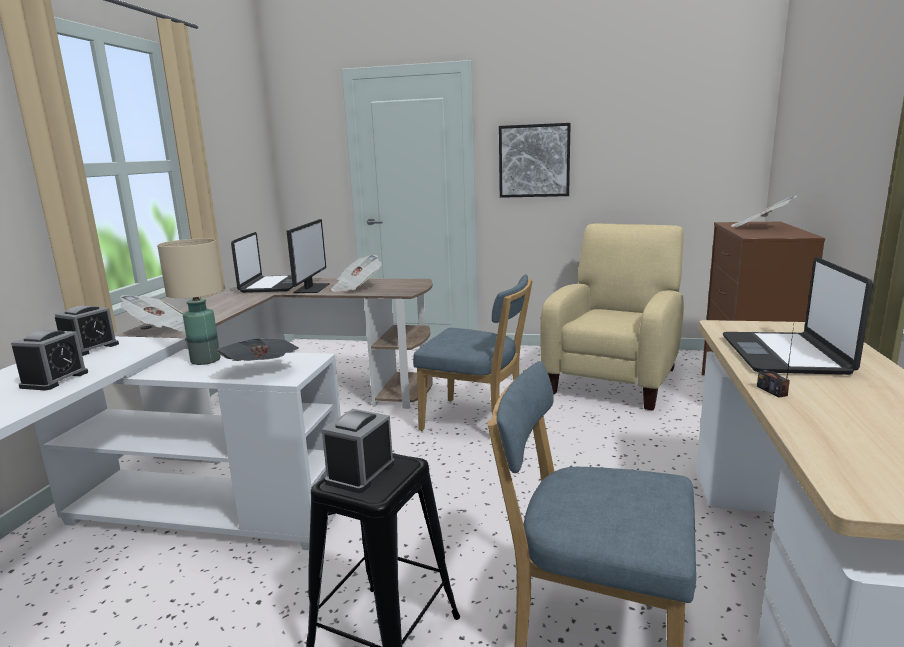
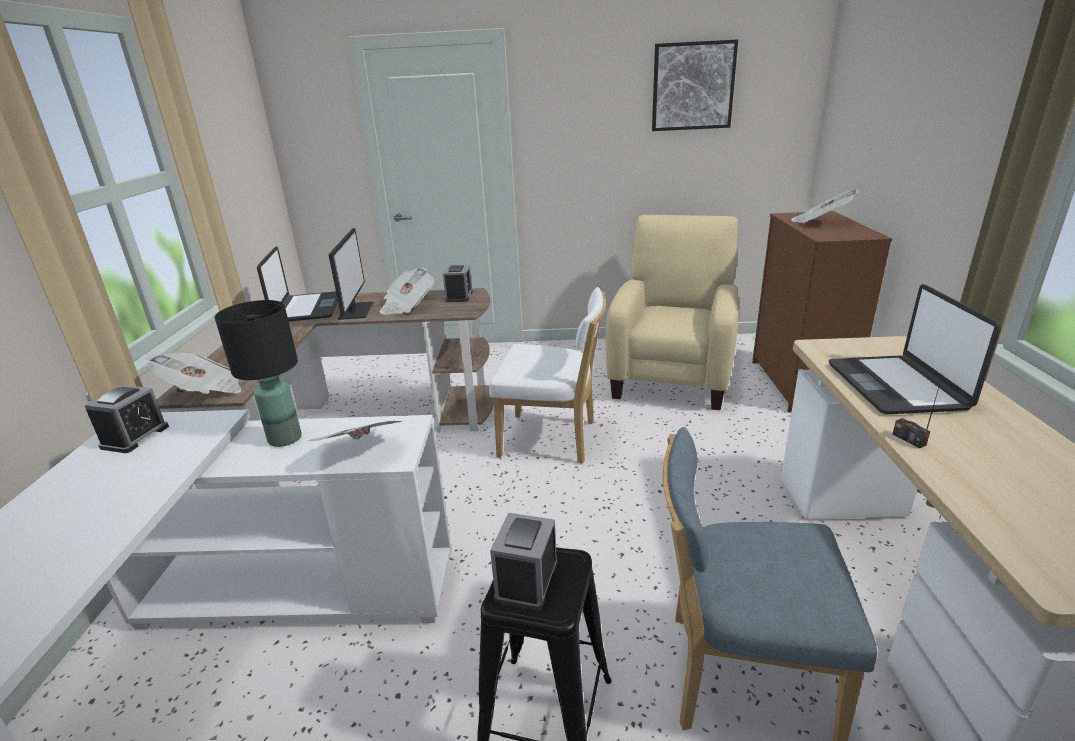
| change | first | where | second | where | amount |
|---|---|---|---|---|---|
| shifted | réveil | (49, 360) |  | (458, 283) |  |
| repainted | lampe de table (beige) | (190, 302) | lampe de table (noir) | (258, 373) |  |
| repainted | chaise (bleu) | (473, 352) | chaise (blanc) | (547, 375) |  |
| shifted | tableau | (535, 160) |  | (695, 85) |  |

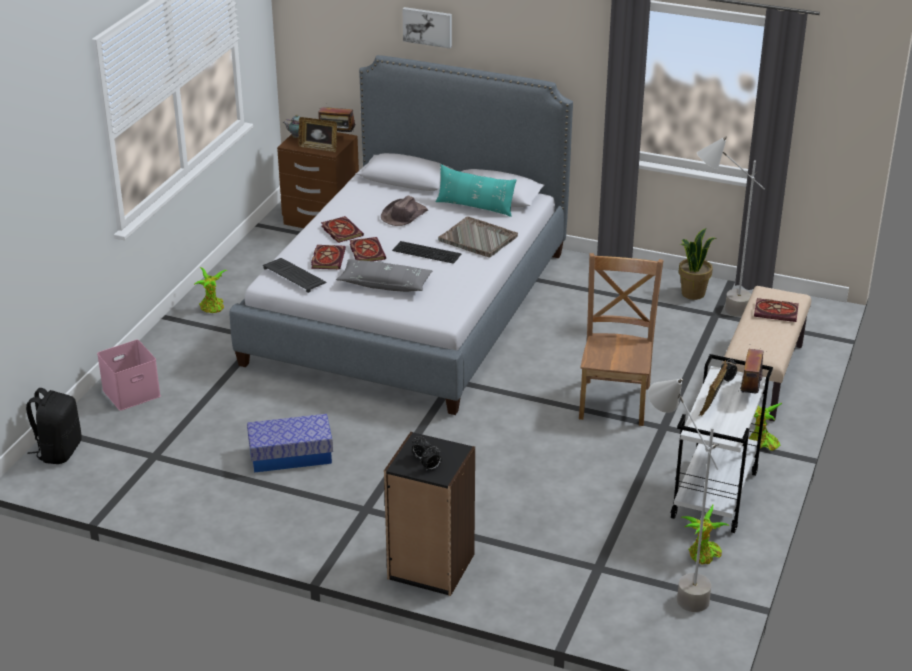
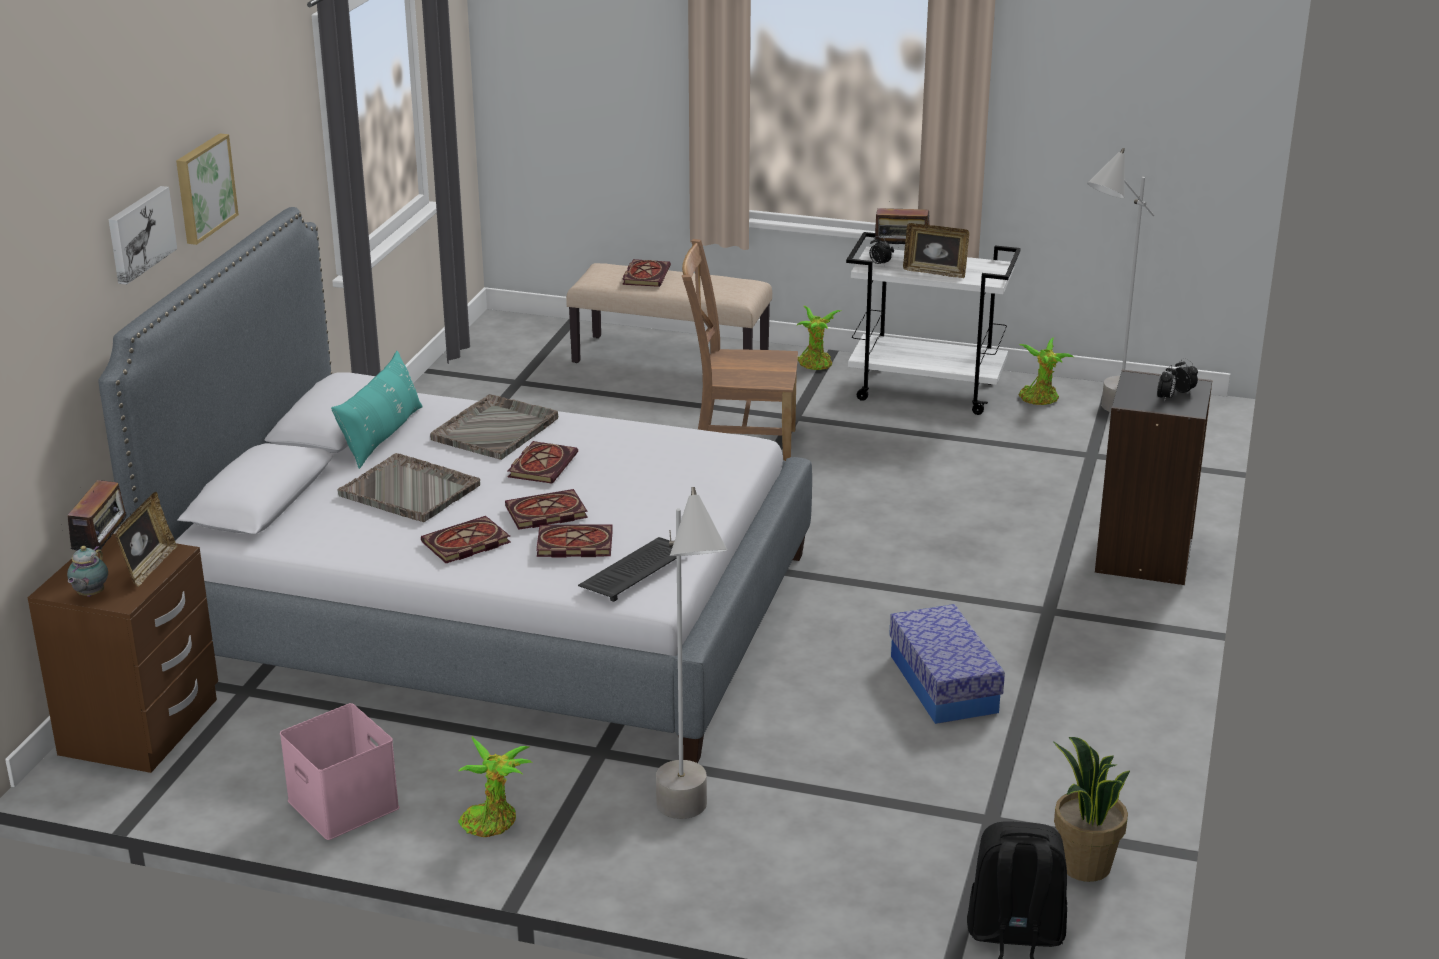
| change | first | where | second | where | amount |
|---|---|---|---|---|---|
| shifted | boîte de rangement (rose) | (129, 375) |  | (339, 771) |  |
| gone | coussin (gris) | (384, 275) |  |  |  |
| swapped | chapeau (marron) | (404, 211) | plateau (gris) | (409, 487) |  |
| swapped | clavier | (426, 252) | livre | (543, 462) |  |
| shifted | plante en pot | (697, 264) |  | (1091, 809) |  |
| shifted | lampadaire (gris) | (731, 226) |  | (691, 653) |  |
| new |  |  | tableau | (207, 189) |  |

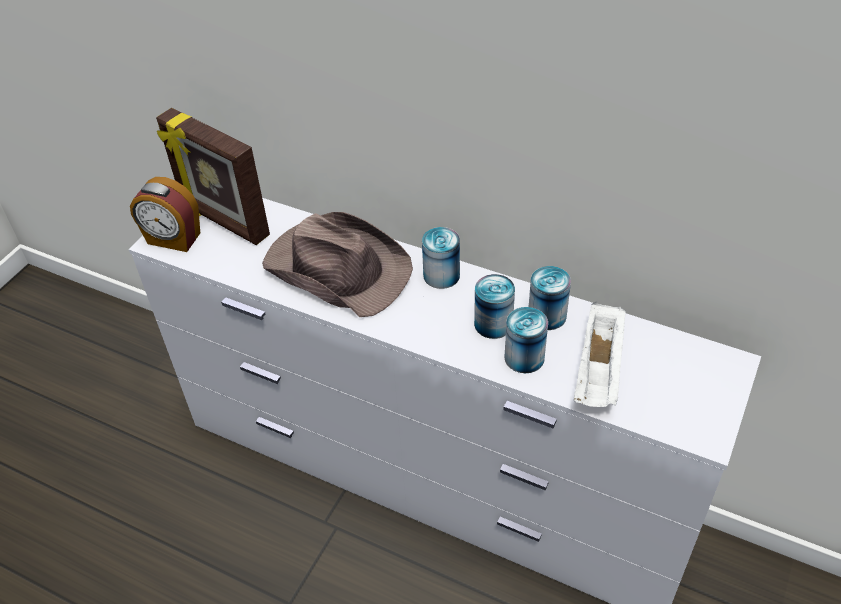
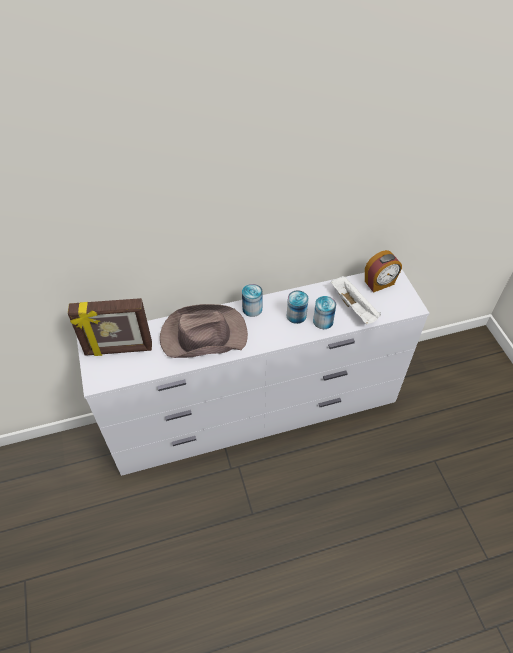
| change | first | where | second | where | amount |
|---|---|---|---|---|---|
| shifted | réveil | (165, 214) |  | (383, 271) |  |
| gone | boîte métallique | (550, 298) |  |  |  |

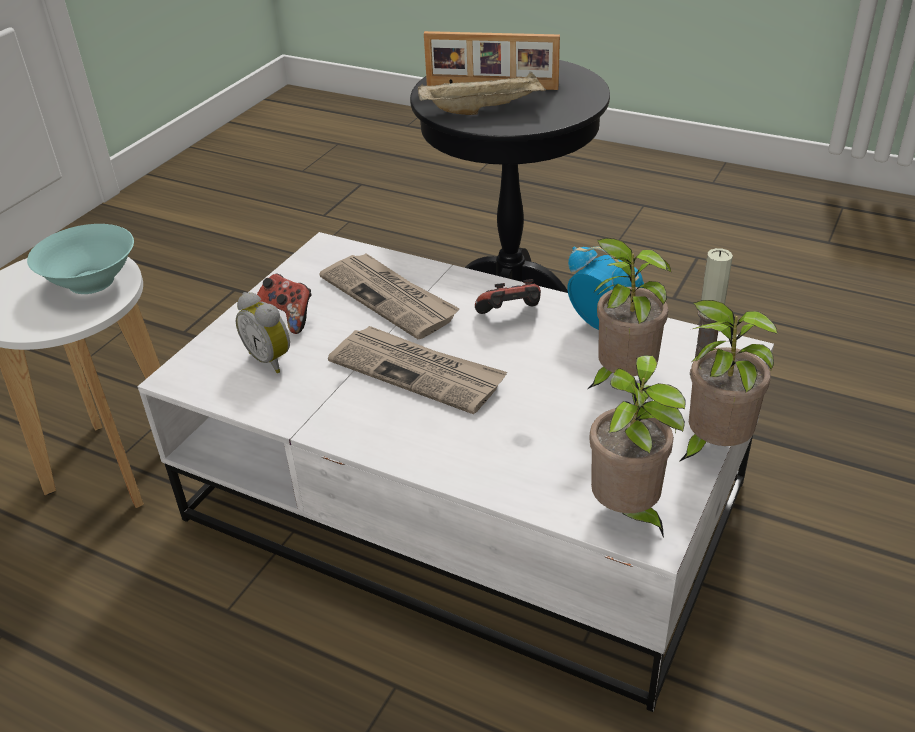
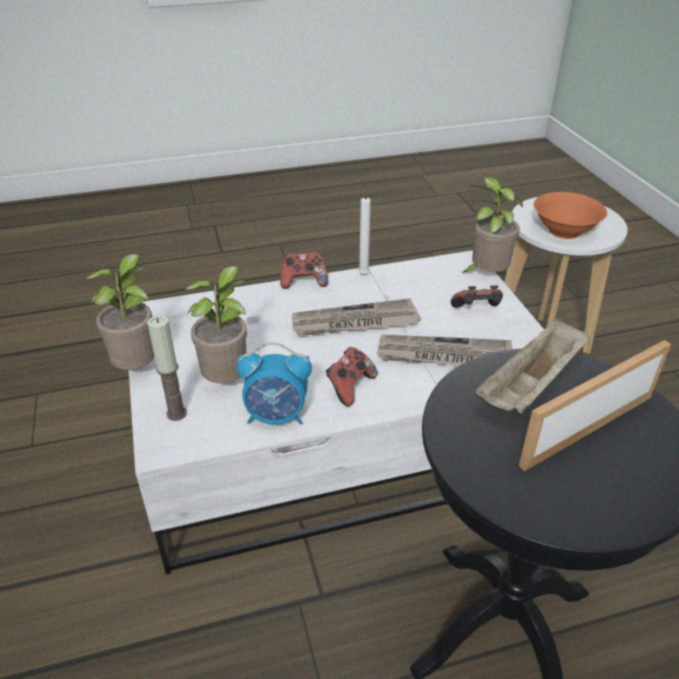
| change | first | where | second | where | amount |
|---|---|---|---|---|---|
| repainted | bol (turquoise) | (80, 259) | bol (orange) | (570, 215) |  |
| gone | réveil | (263, 332) |  |  |  |
| shifted | plante en pot | (637, 446) |  | (492, 224) |  |
| new |  |  | manette | (304, 270) |  |
| new |  |  | bougie (blanc) | (364, 234) |  |

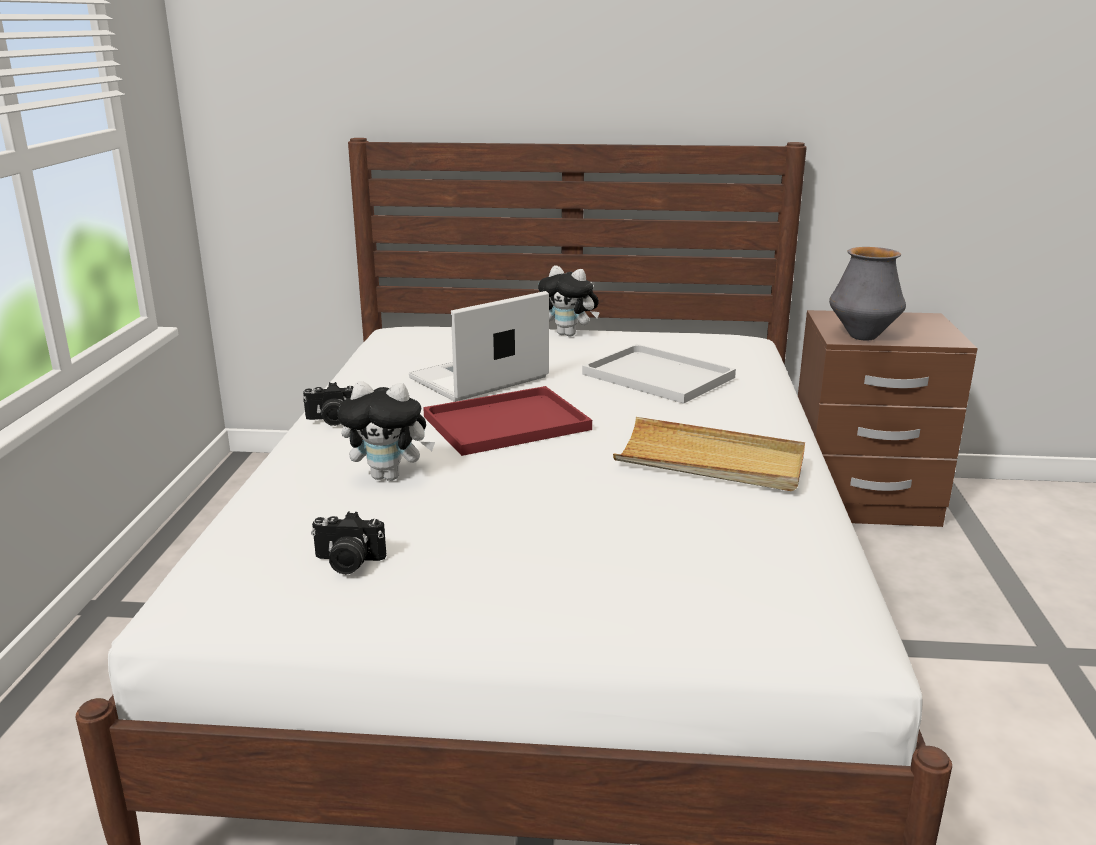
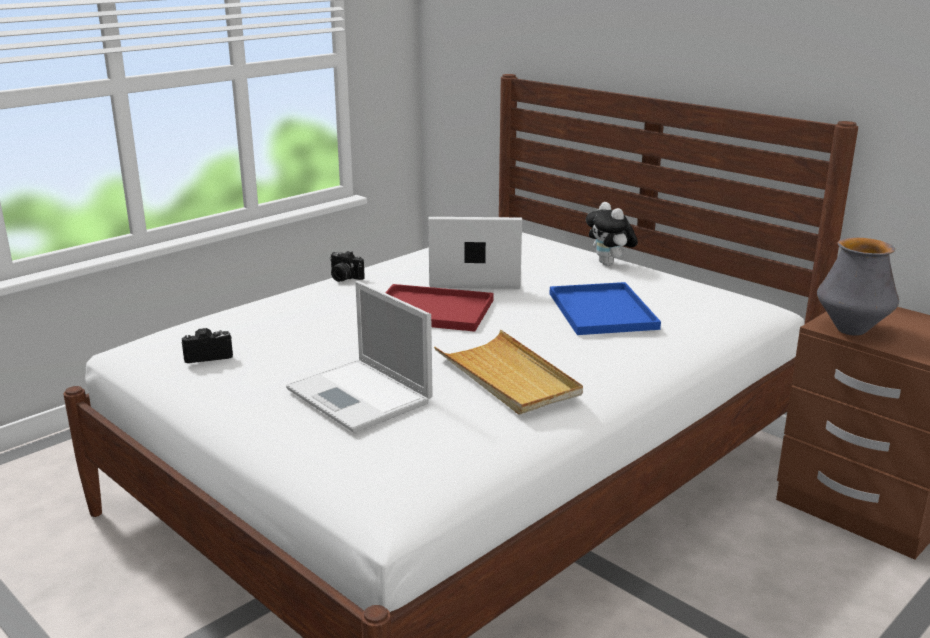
| change | first | where | second | where | amount |
|---|---|---|---|---|---|
| rotated | appareil photo | (348, 543) |  | (207, 345) | 120 degrees clockwise |
| gone | peluche | (386, 431) |  |  |  |
| repainted | plateau (blanc) | (659, 374) | plateau (bleu) | (605, 308) |  |
| new |  |  | ordinateur portable | (359, 357) |  |

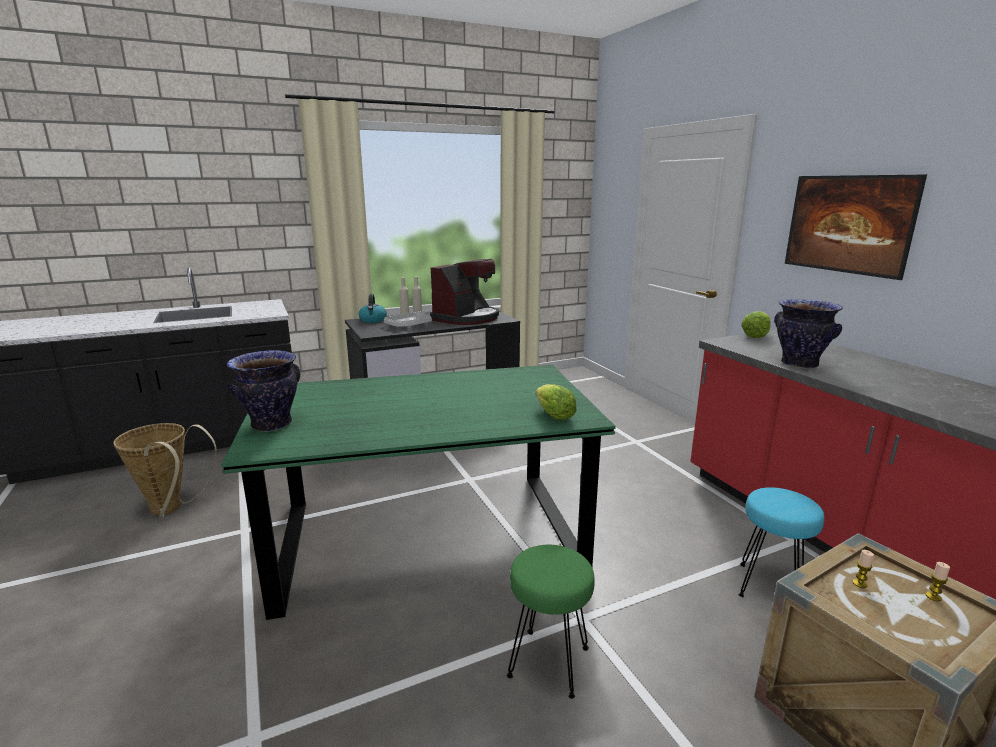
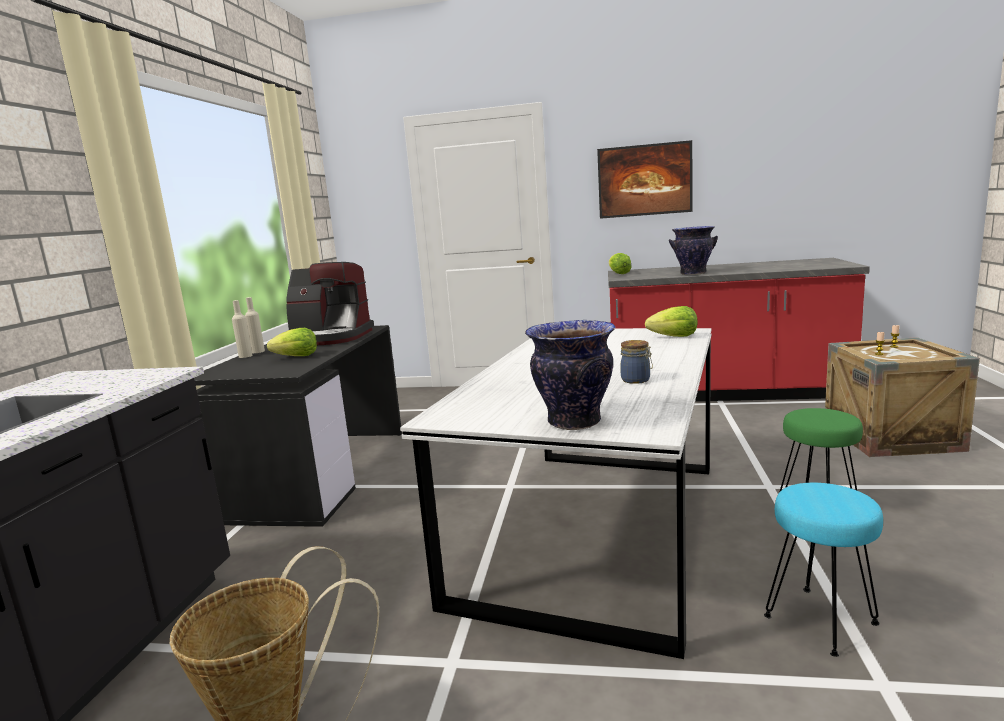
| change | first | where | second | where | amount |
|---|---|---|---|---|---|
| repainted | table à manger (vert) | (418, 492) | table à manger (blanc) | (555, 493) |  |
| gone | bouilloire | (373, 308) |  |  |  |
| swapped | plateau (gris) | (408, 318) | laitue | (292, 342) |  |
| rotated | machine à café | (464, 292) |  | (330, 303) | 120 degrees clockwise |
| shifted | tabouret (turquoise) | (781, 542) |  | (823, 570) |  |
| new |  |  | bocal | (636, 362) |  |

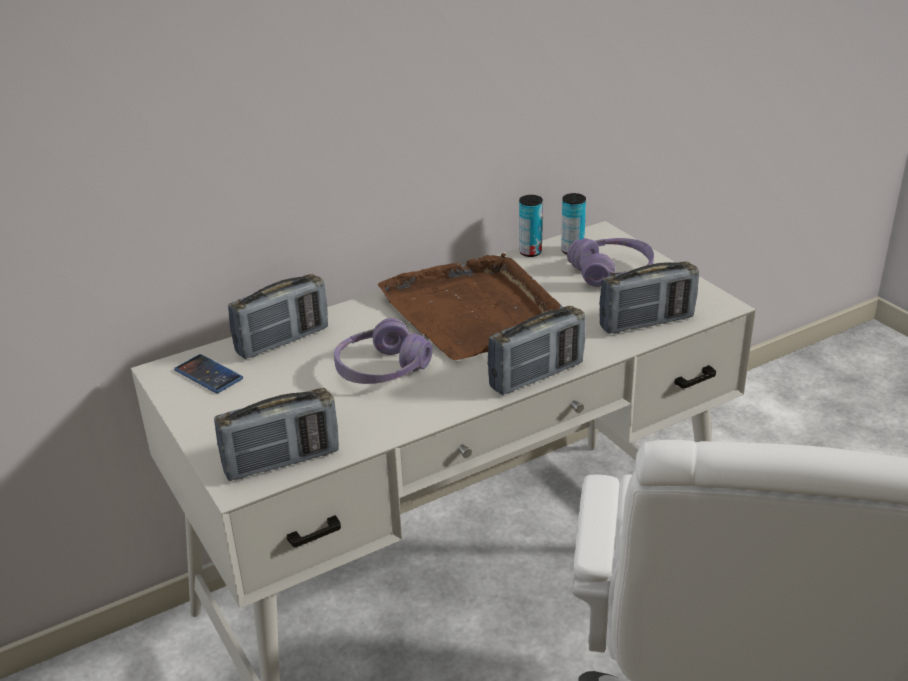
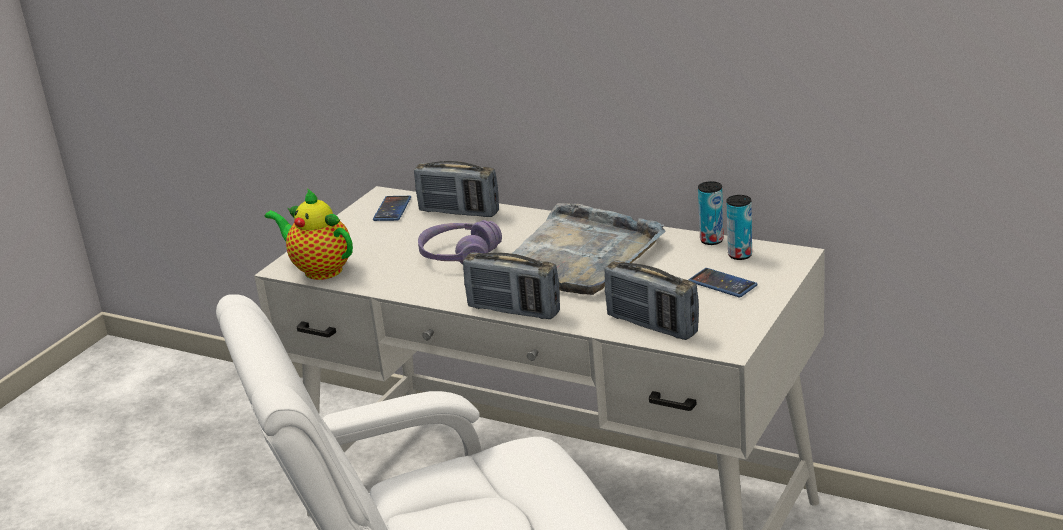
| change | first | where | second | where | amount |
|---|---|---|---|---|---|
| swapped | radio | (276, 434) | théière | (309, 234) |  |
| repainted | plateau (marron) | (470, 307) | plateau (gris) | (589, 249) |  |
| swapped | casque audio (violet) | (610, 262) | téléphone | (723, 283) |  |

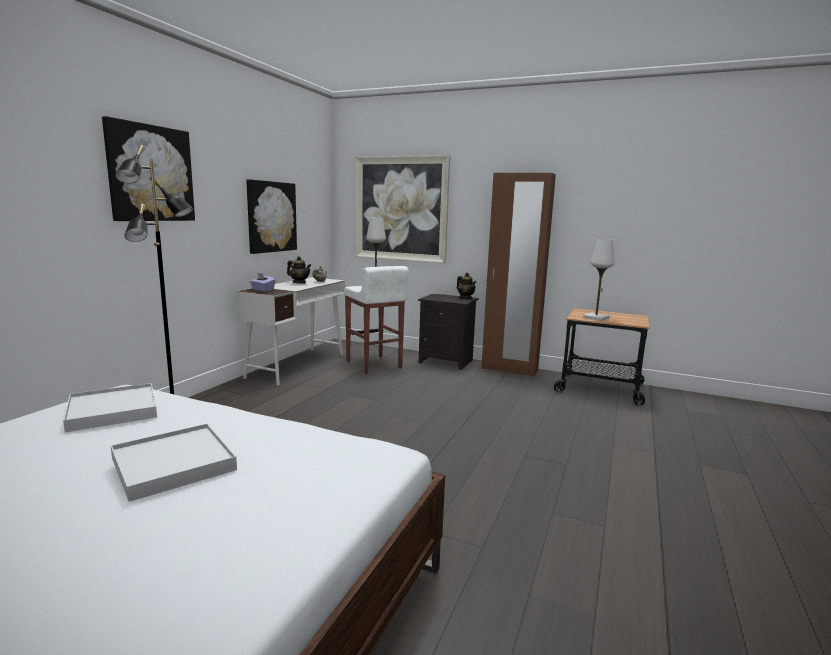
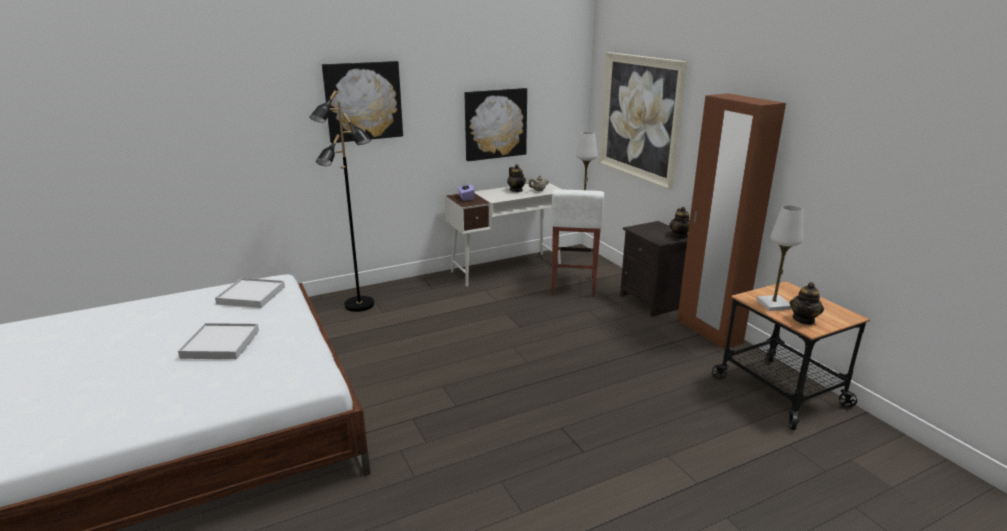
| change | first | where | second | where | amount |
|---|---|---|---|---|---|
| new |  |  | théière | (807, 303) |  |

